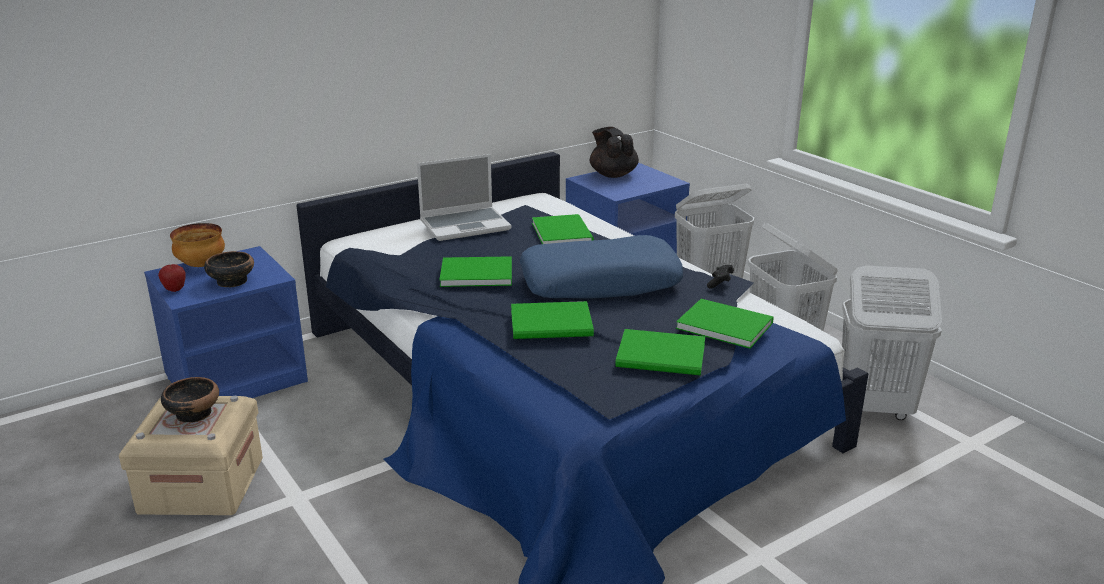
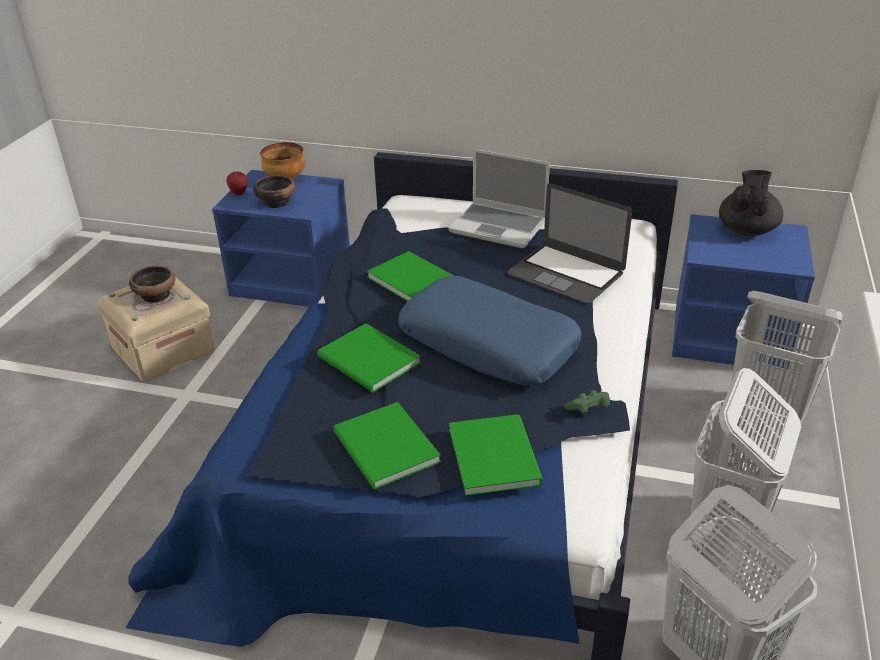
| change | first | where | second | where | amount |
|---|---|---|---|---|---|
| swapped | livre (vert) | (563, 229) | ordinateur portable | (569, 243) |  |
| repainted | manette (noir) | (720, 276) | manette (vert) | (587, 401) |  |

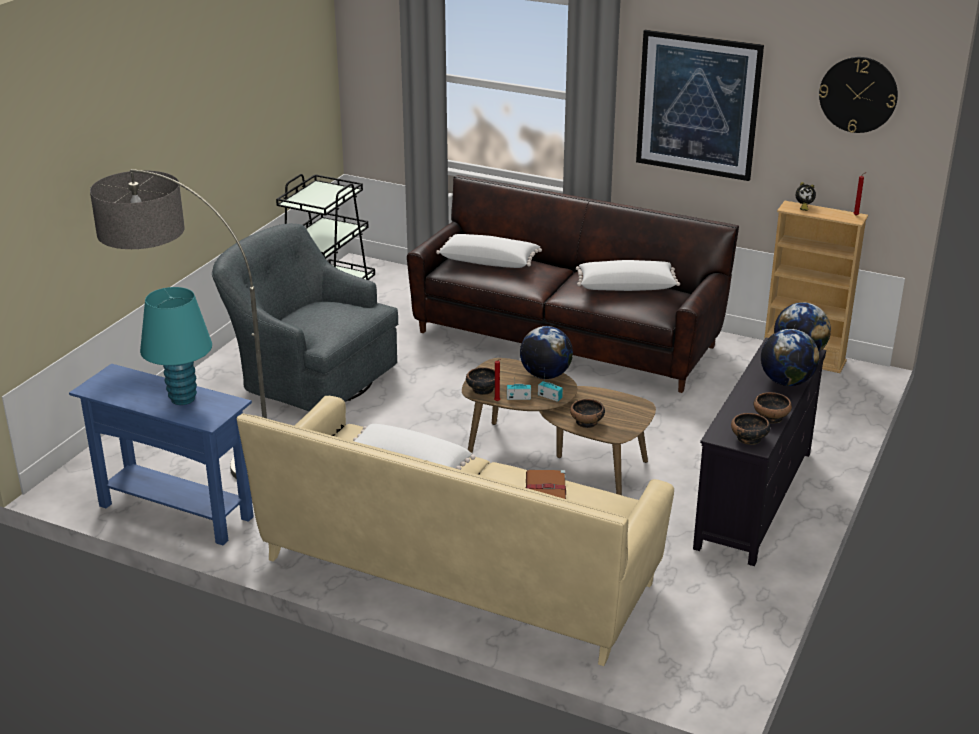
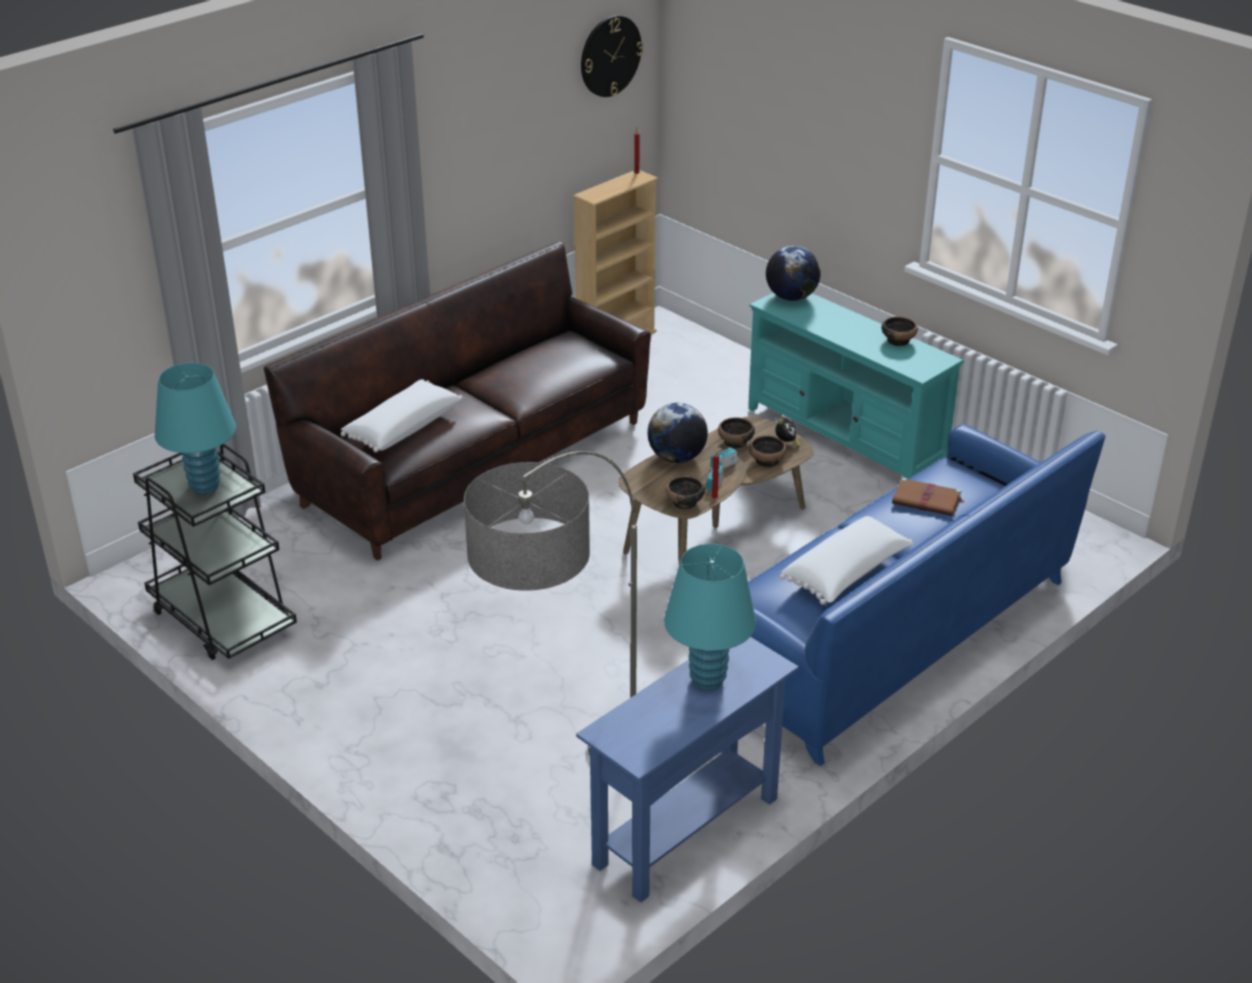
| change | first | where | second | where | amount |
|---|---|---|---|---|---|
| gone | fauteuil (gris) | (305, 317) |  |  |  |
| repainted | canapé (beige) | (455, 531) | canapé (bleu) | (926, 595) |  |
| gone | coussin (blanc) | (628, 275) |  |  |  |
| gone | tableau | (700, 105) |  |  |  |
| repainted | meuble télé (noir) | (759, 452) | meuble télé (turquoise) | (856, 386) |  |
| shifted | bol | (750, 429) |  | (736, 432) |  |
| gone | globe | (790, 357) |  |  |  |
| shifted | réveil | (806, 196) |  | (788, 432) |  |
| new |  |  | lampe de table (turquoise) | (195, 428) |  |

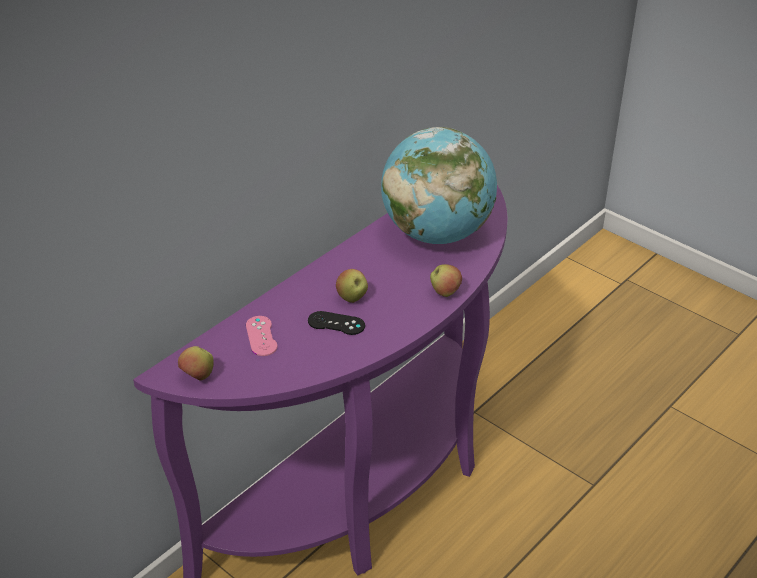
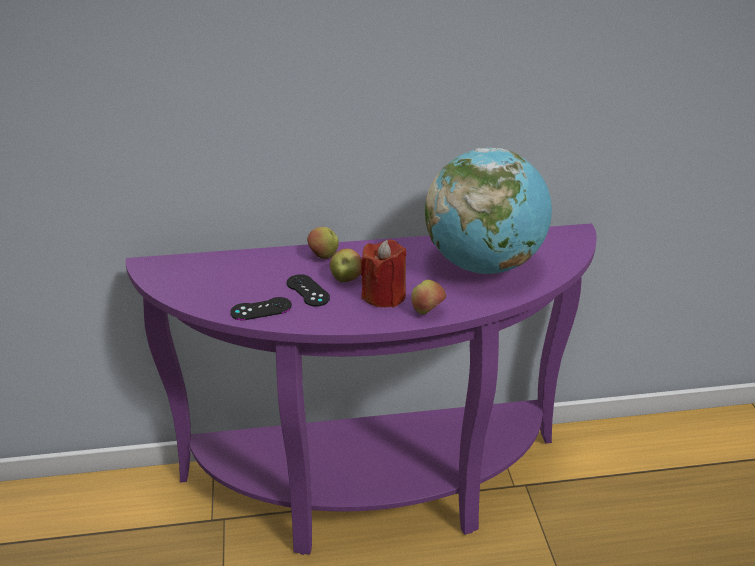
| change | first | where | second | where | amount |
|---|---|---|---|---|---|
| shifted | pomme | (196, 363) |  | (323, 243) |  |
| gone | manette (rose) | (261, 336) |  |  |  |
| new |  |  | manette (noir) | (261, 308) |  |
| new |  |  | bougie (rouge) | (383, 273) |  |

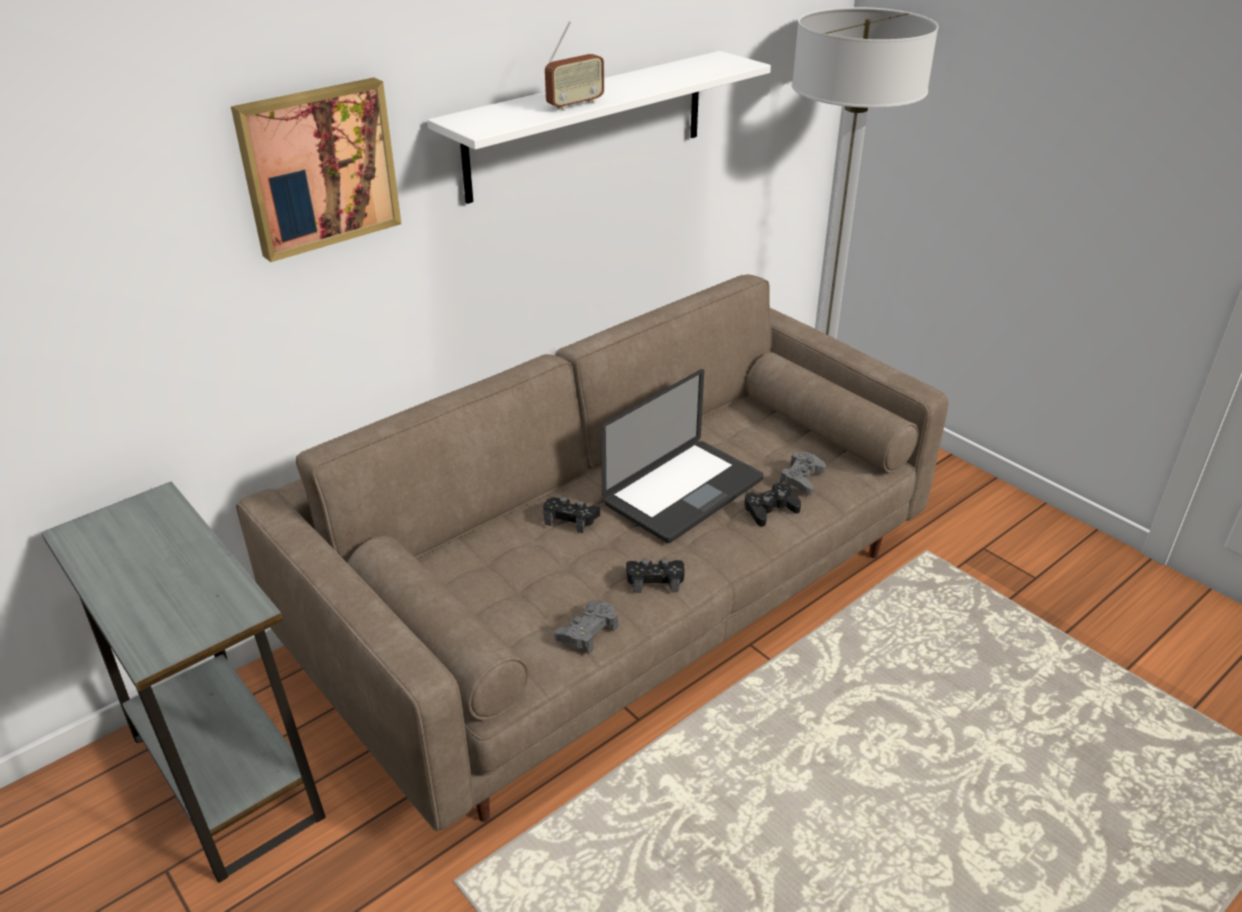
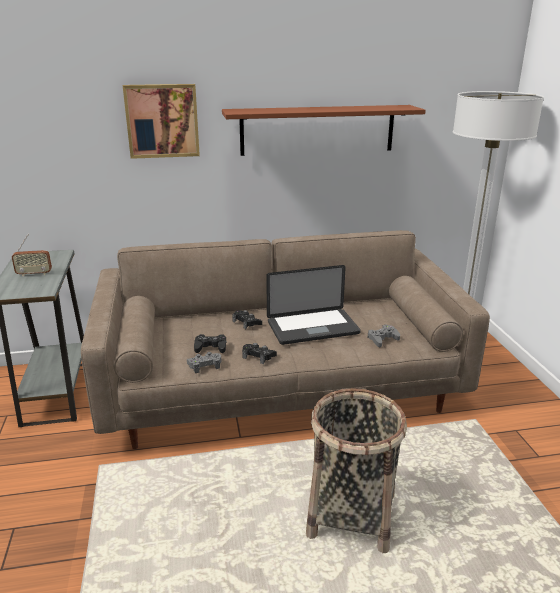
| change | first | where | second | where | amount |
|---|---|---|---|---|---|
| repainted | étagère (blanc) | (599, 127) | étagère (marron) | (324, 130) |  |
| shifted | radio | (574, 66) |  | (32, 255) |  |
| shifted | manette (noir) | (772, 505) |  | (210, 343) |  |
| new |  |  | panier | (356, 471) |  |

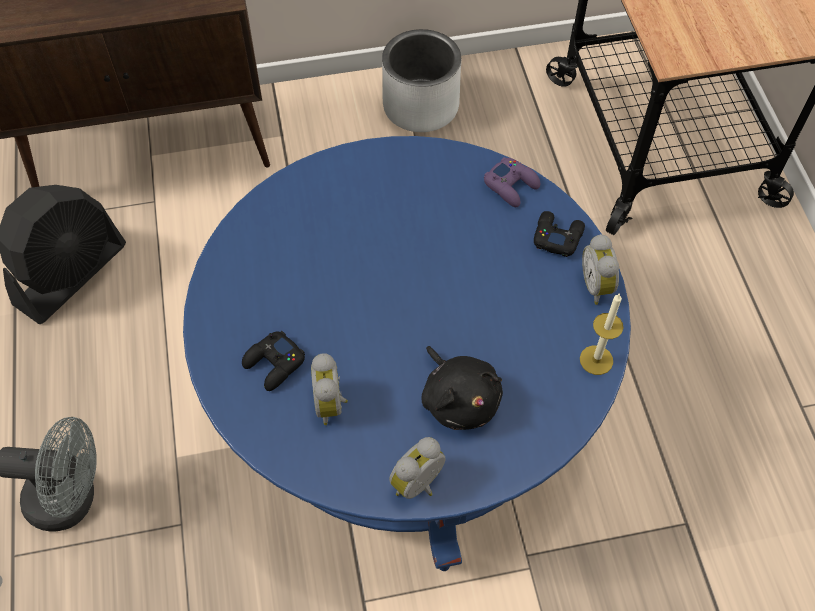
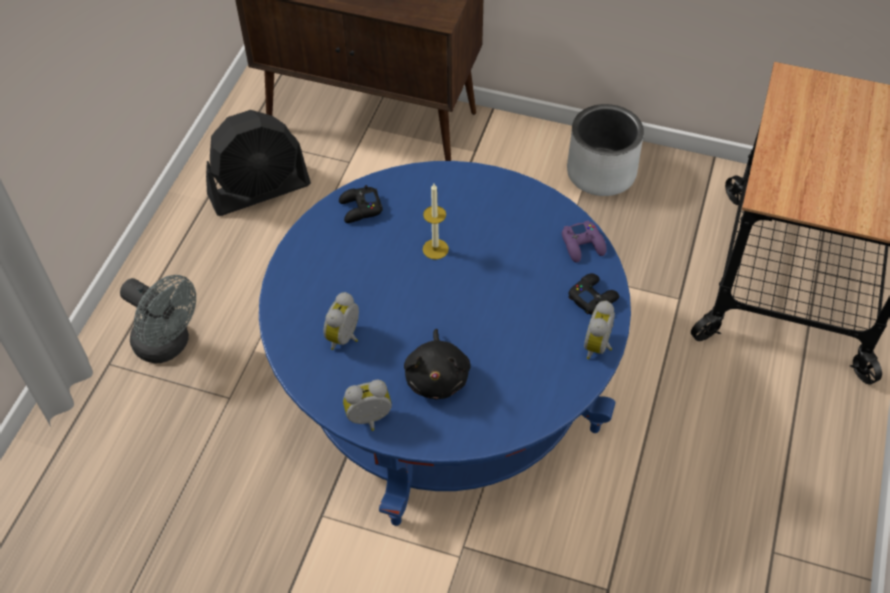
| change | first | where | second | where | amount |
|---|---|---|---|---|---|
| shifted | manette (noir) | (273, 361) |  | (361, 204) |  |
| shifted | bougie | (602, 334) |  | (436, 222) |  |

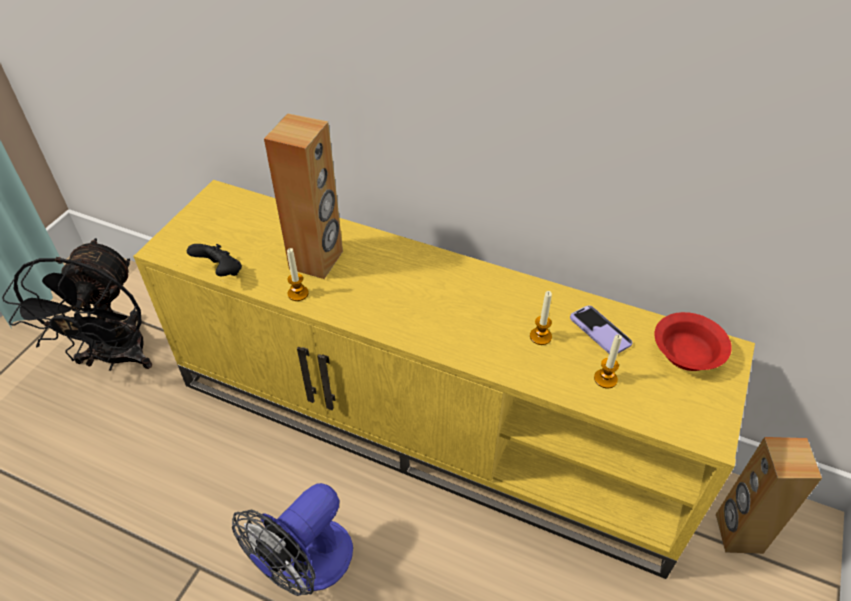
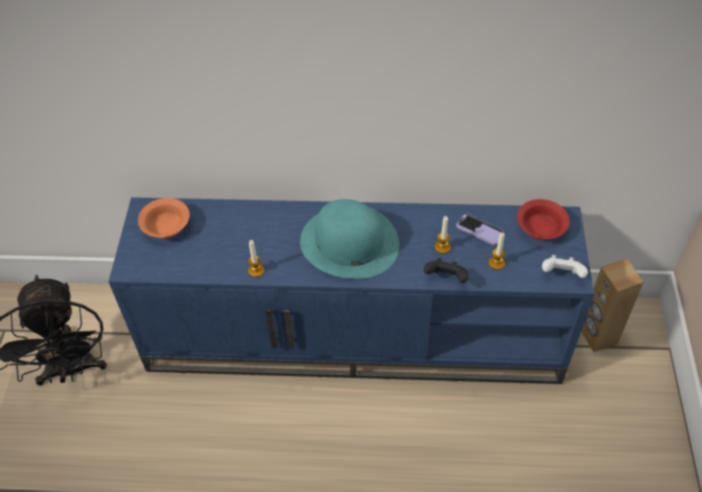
| change | first | where | second | where | amount |
|---|---|---|---|---|---|
| repainted | meuble télé (jaune) | (444, 379) | meuble télé (bleu) | (351, 290) |  |
| shifted | manette (noir) | (214, 260) |  | (446, 270) |  |
| gone | ventilateur | (292, 539) |  |  |  |
| gone | enceinte (marron) | (303, 196) |  |  |  |
| new |  |  | bol (orange) | (164, 218) |  |
| new |  |  | chapeau (turquoise) | (349, 239) |  |
| new |  |  | manette (blanc) | (565, 266) |  |

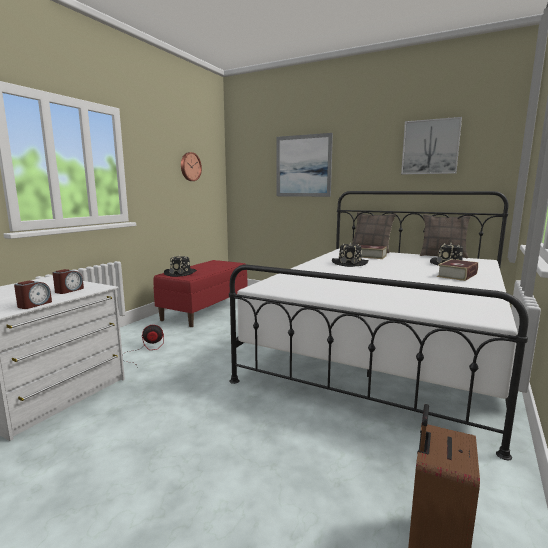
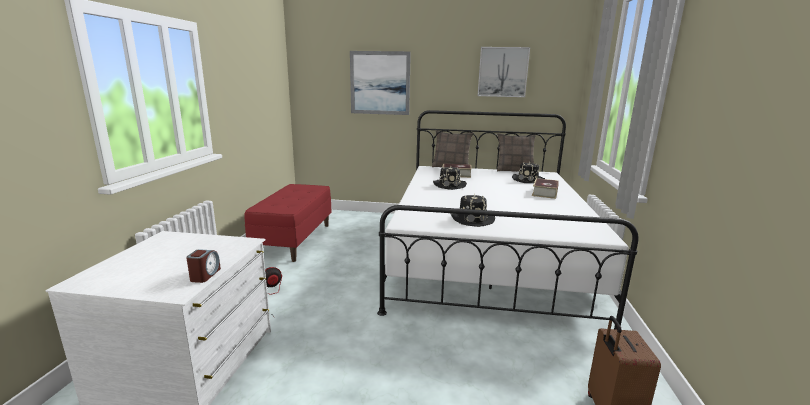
| change | first | where | second | where | amount |
|---|---|---|---|---|---|
| gone | réveil | (68, 281) |  |  |  |
| shifted | chapeau (noir) | (180, 266) |  | (473, 210) |  |
| gone | horloge murale | (191, 166) |  |  |  |

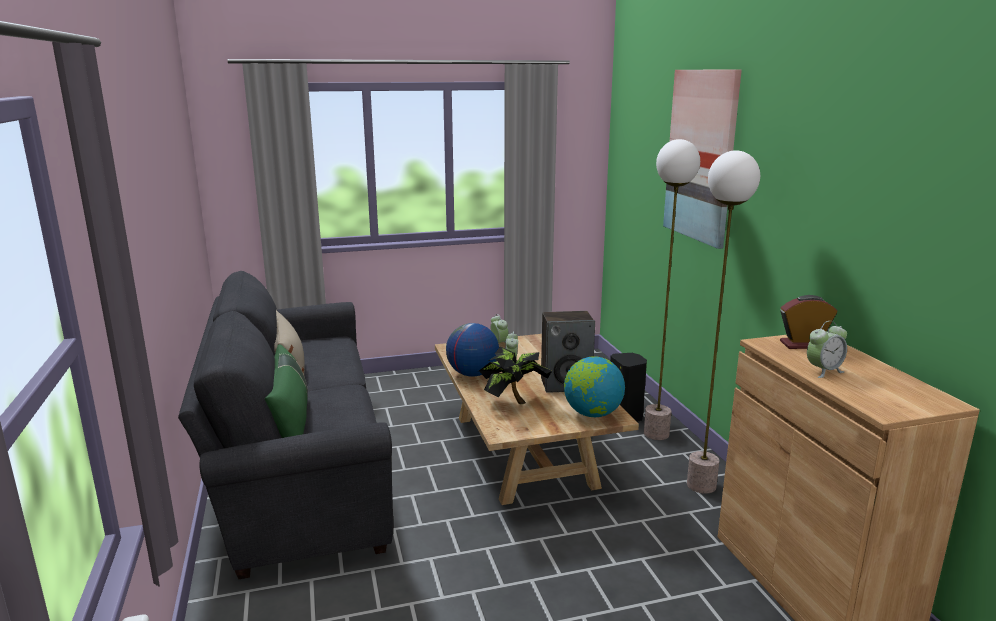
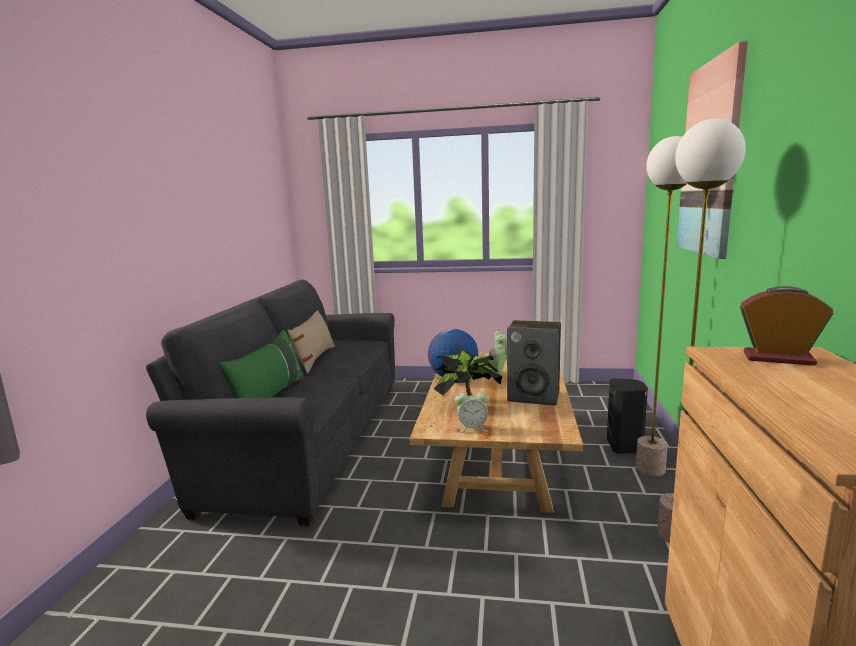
| change | first | where | second | where | amount |
|---|---|---|---|---|---|
| gone | globe | (594, 386) |  |  |  |
| shifted | réveil | (827, 349) |  | (472, 410) |  |

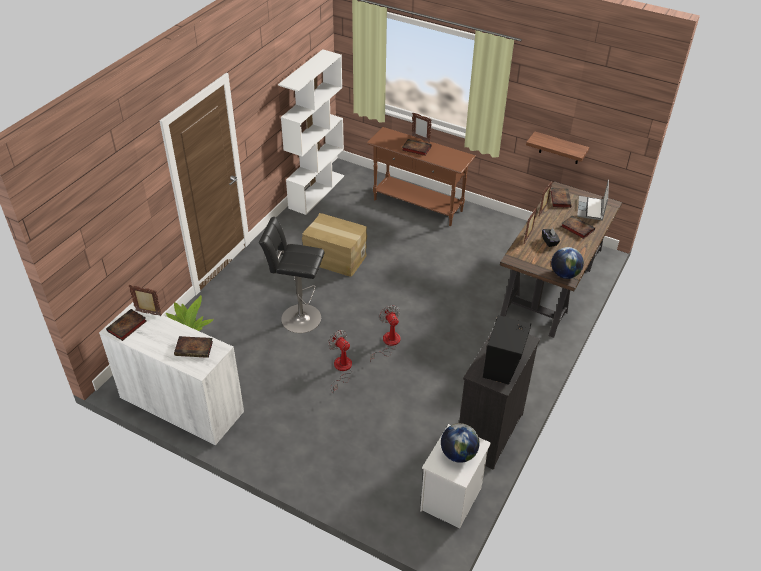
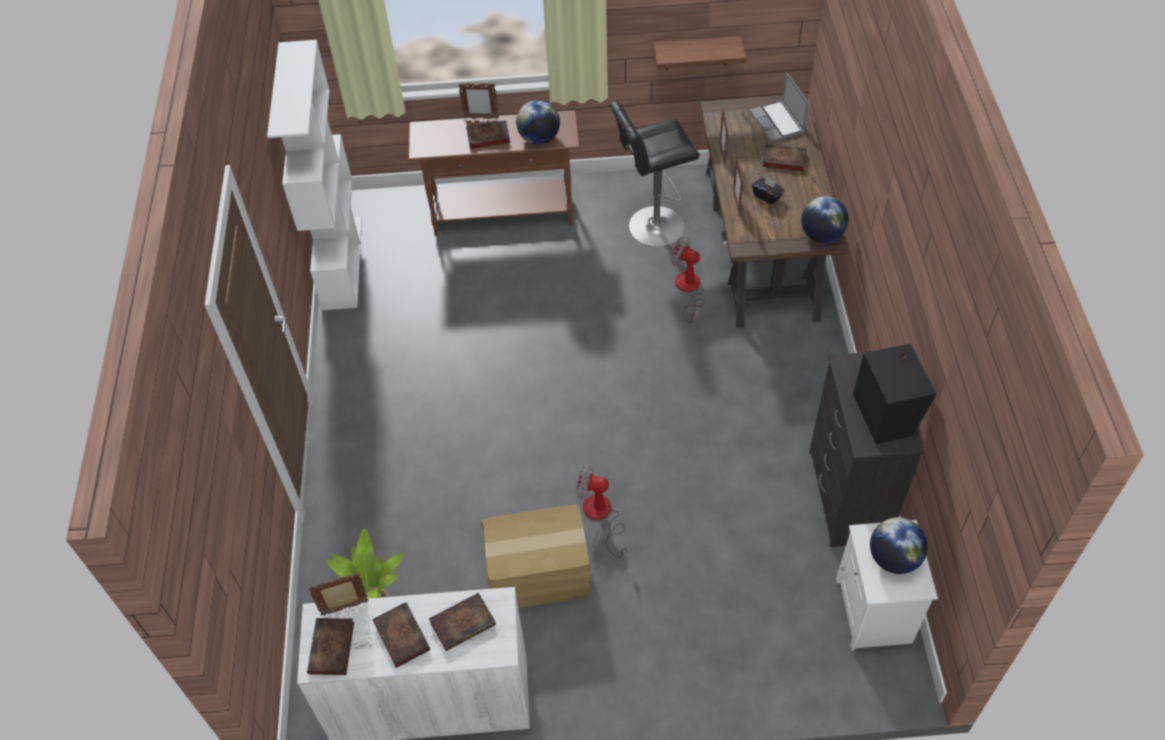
| change | first | where | second | where | amount |
|---|---|---|---|---|---|
| shifted | tabouret (noir) | (291, 275) |  | (654, 174) |  |
| shifted | carton | (334, 245) |  | (536, 556) |  |
| shifted | ventilateur | (385, 333) |  | (687, 280) |  |
| shifted | livre | (561, 198) |  | (401, 635) |  |
| new |  |  | globe | (538, 122) |  |

